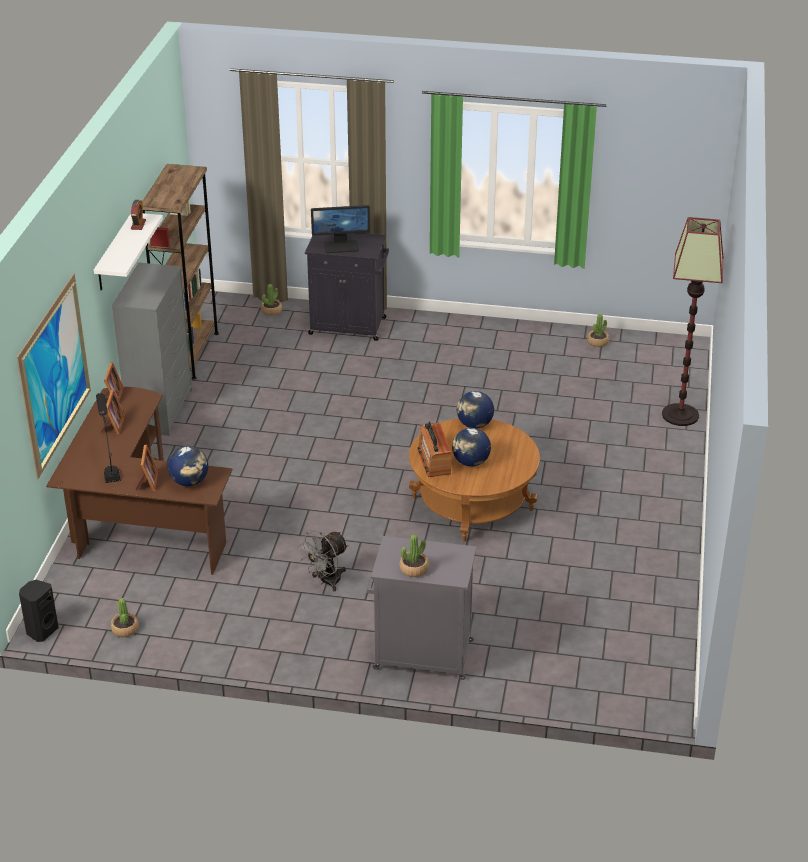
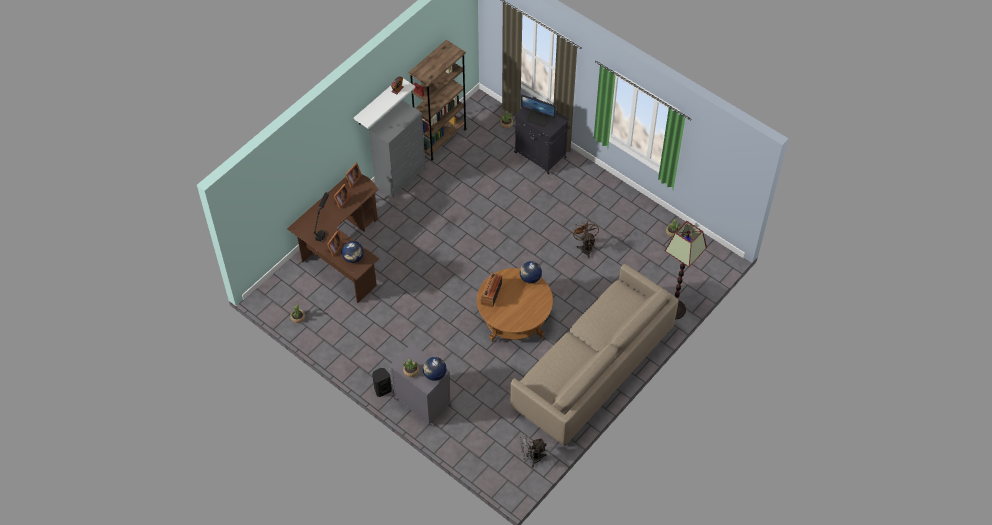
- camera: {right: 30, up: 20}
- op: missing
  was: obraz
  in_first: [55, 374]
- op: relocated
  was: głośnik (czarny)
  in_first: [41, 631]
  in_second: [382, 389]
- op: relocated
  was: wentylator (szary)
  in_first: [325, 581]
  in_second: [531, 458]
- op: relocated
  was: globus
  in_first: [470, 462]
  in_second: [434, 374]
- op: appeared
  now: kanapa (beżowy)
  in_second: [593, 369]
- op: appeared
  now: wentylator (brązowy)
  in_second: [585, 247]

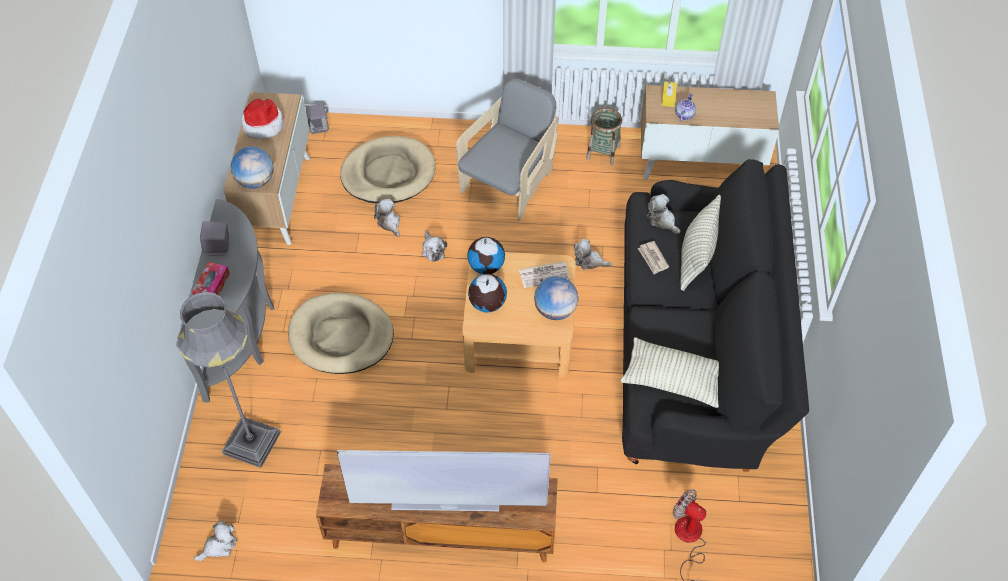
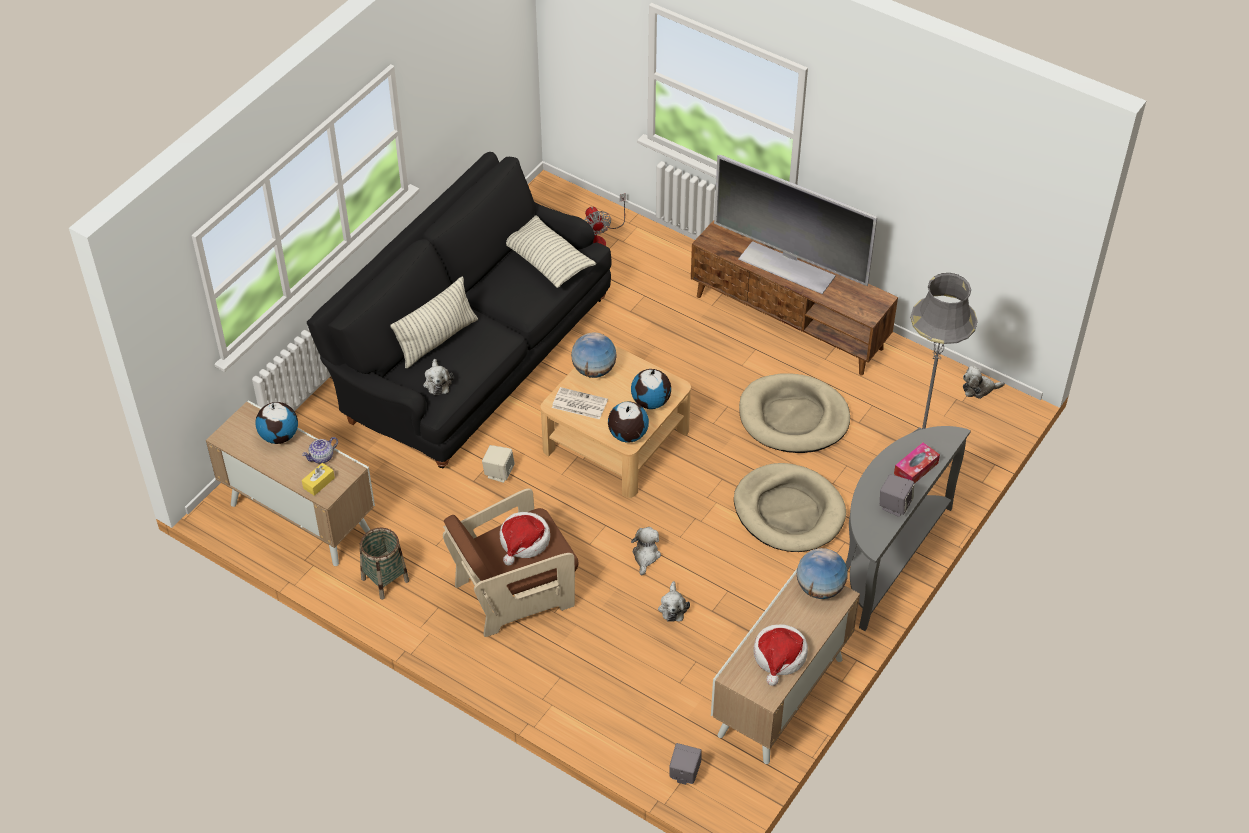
- camera: {right: -150, up: -5}
- op: relocated
  was: legowisko (beżowy)
  in_first: [388, 173]
  in_second: [793, 417]
- op: colour
  was: fotel (szary)
  now: fotel (brązowy)
  in_first: [508, 183]
  in_second: [514, 592]
- op: exchanged
  was: pluszak
  now: głośnik (beżowy)
  in_first: [589, 261]
  in_second: [499, 473]
- op: missing
  was: gazeta
  in_first: [653, 258]
- op: appeared
  now: globus
  in_second: [279, 435]
- op: appeared
  now: kapelusz
  in_second: [524, 542]

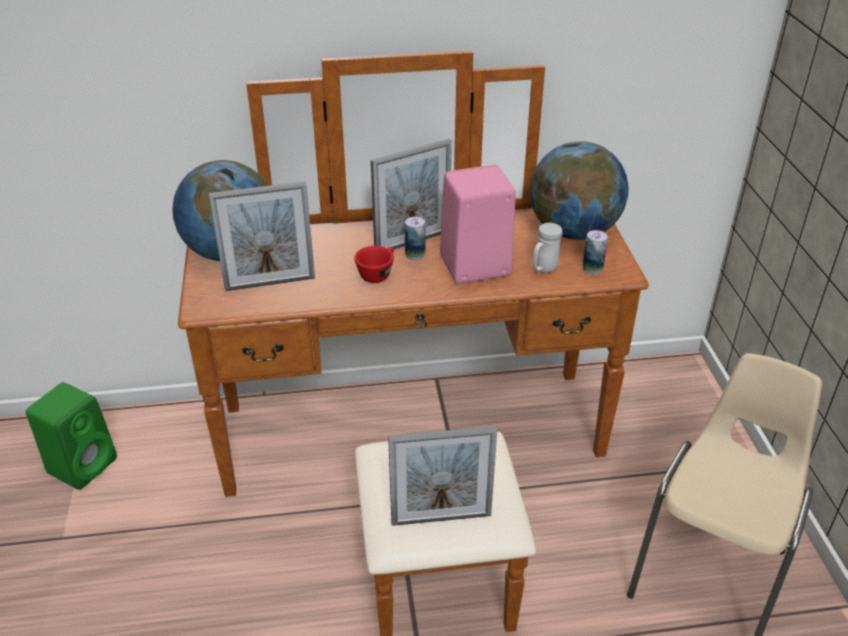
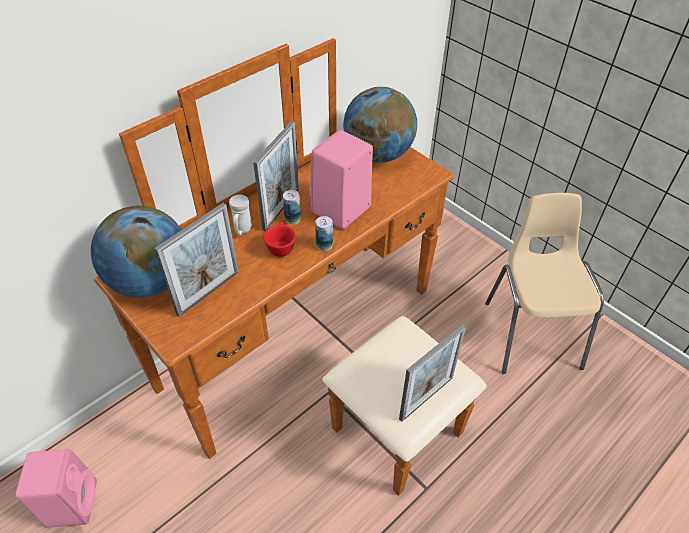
- camera: {right: -35, up: 10}
- op: colour
  was: głośnik (zielony)
  now: głośnik (różowy)
  in_first: [83, 464]
  in_second: [72, 501]
- op: relocated
  was: kubek (biały)
  in_first: [543, 270]
  in_second: [242, 231]
- op: relocated
  was: puszka
  in_first: [592, 269]
  in_second: [324, 245]

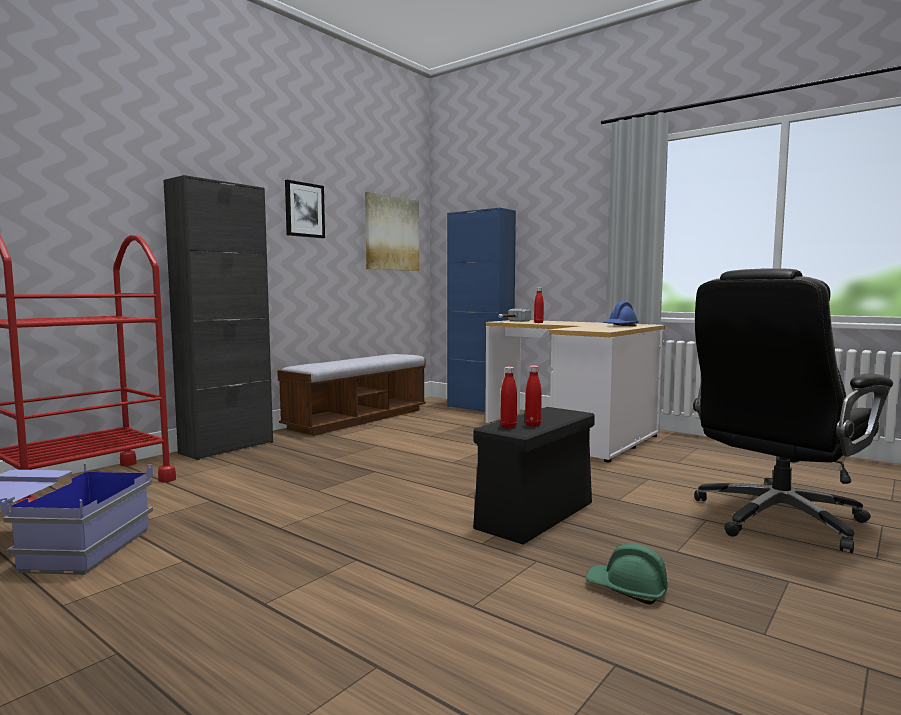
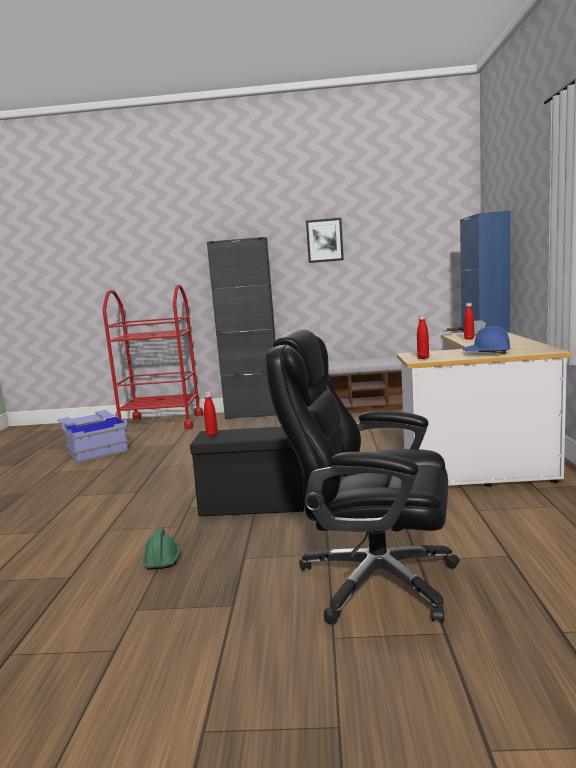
- camera: {right: 55, up: 5}
- op: missing
  was: obraz
  in_first: [391, 233]
- op: relocated
  was: butelka (czerwony)
  in_first: [533, 425]
  in_second: [423, 358]

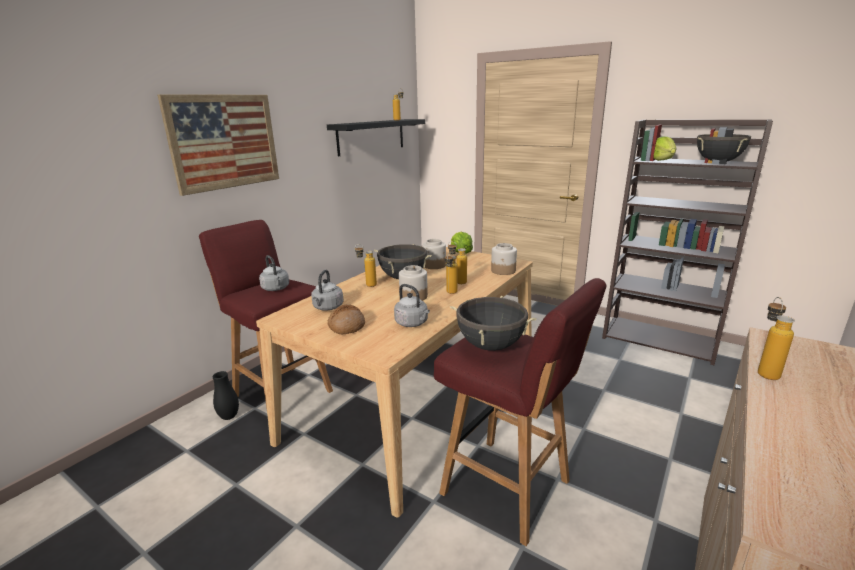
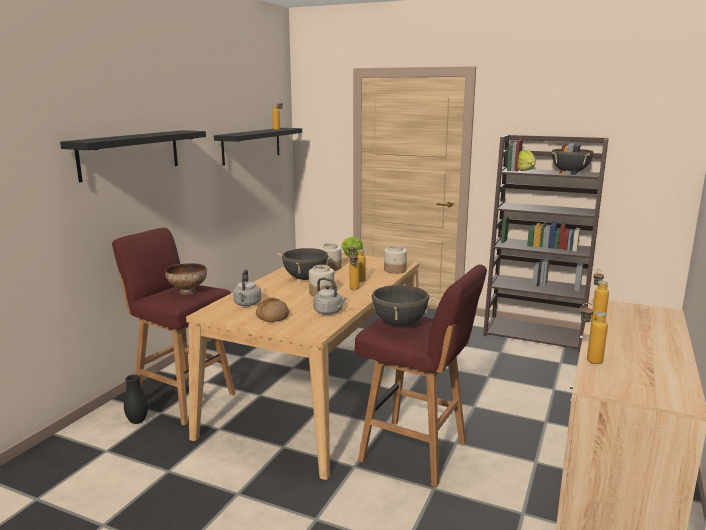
- camera: {right: -10, up: -5}
- op: exchanged
  was: obraz
  now: półka (czarny)
  in_first: [224, 142]
  in_second: [130, 154]
- op: exchanged
  was: czajnik (szary)
  now: miska
  in_first: [276, 289]
  in_second: [188, 291]
- op: relocated
  was: butelka
  in_first: [367, 285]
  in_second: [588, 361]

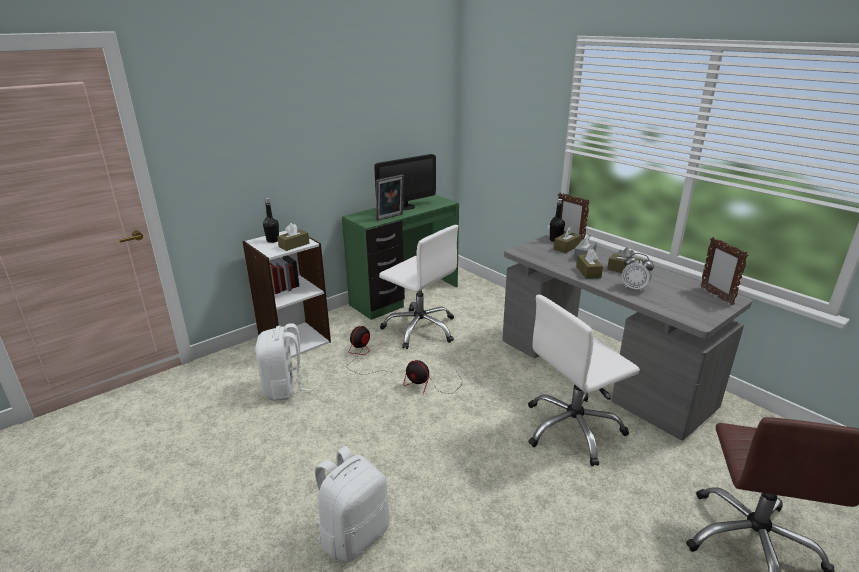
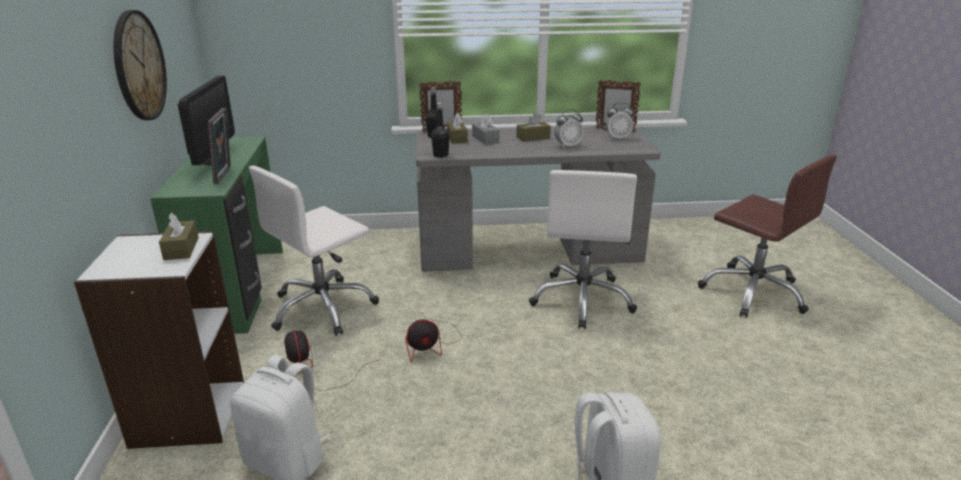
- camera: {right: -55, up: 0}
- op: relocated
  was: butelka (czarny)
  in_first: [273, 240]
  in_second: [440, 155]
- op: spun
  was: krzesło biurowe (biały)
  in_first: [420, 329]
  in_second: [323, 308]
  clockwise: 150
- op: missing
  was: pudełko chusteczek (brązowy)
  in_first: [588, 272]
- op: appeared
  now: zegar ścienny
  in_second: [139, 66]
- op: appeared
  now: budzik
  in_second: [618, 138]

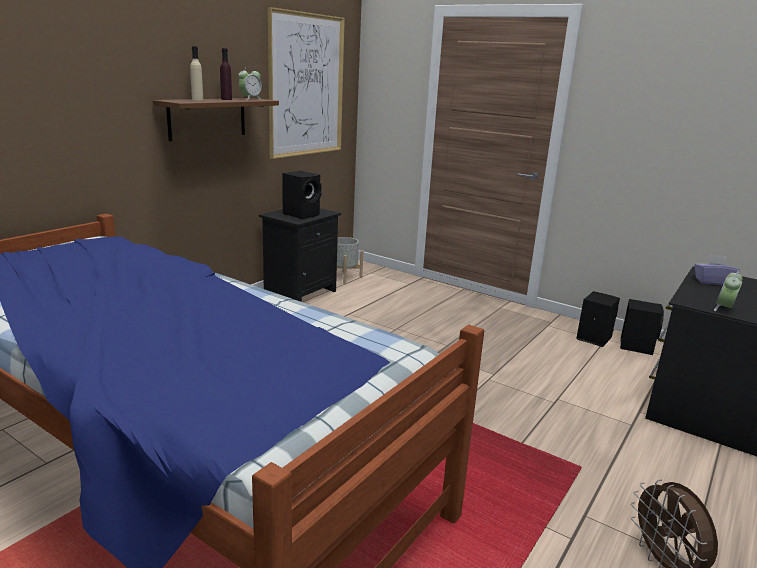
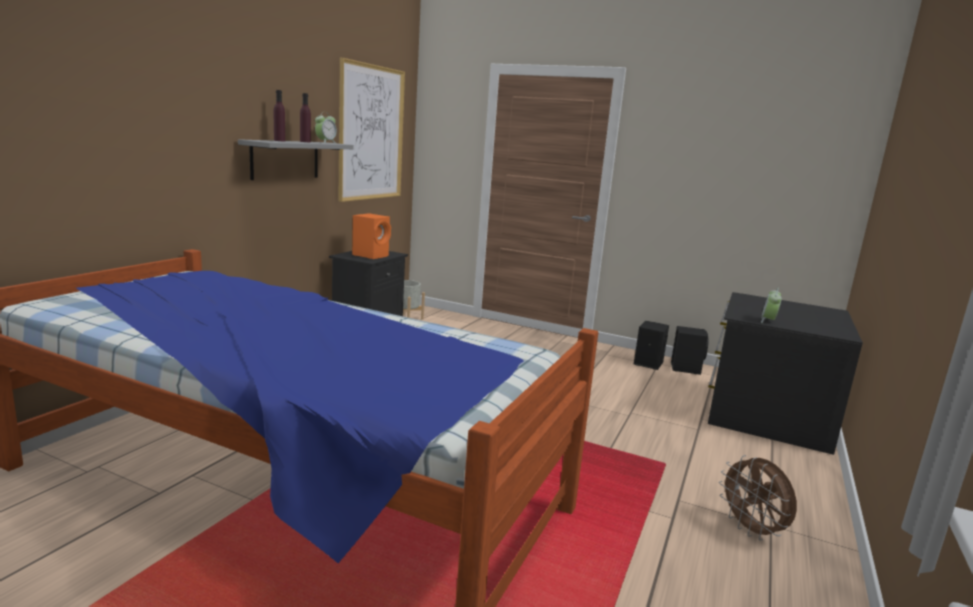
- camera: {right: -10, up: -5}
- op: colour
  was: półka (brązowy)
  now: półka (szary)
  in_first: [207, 118]
  in_second: [285, 159]
- op: colour
  was: butelka (beżowy)
  now: butelka (fioletowy)
  in_first: [197, 99]
  in_second: [279, 141]
- op: colour
  was: głośnik (czarny)
  now: głośnik (pomarańczowy)
  in_first: [302, 214]
  in_second: [371, 255]
- op: missing
  was: pudełko chusteczek (fioletowy)
  in_first: [712, 282]

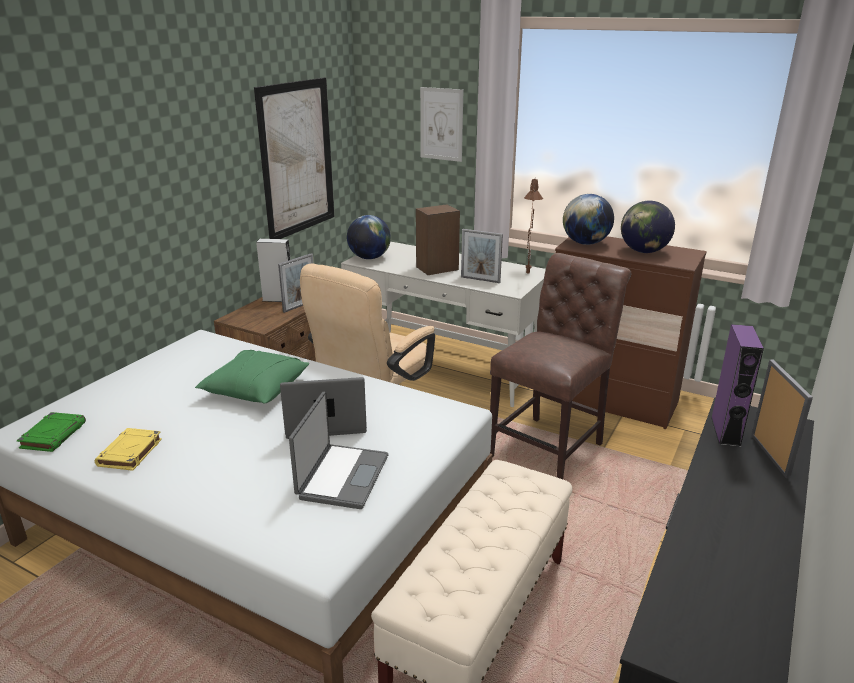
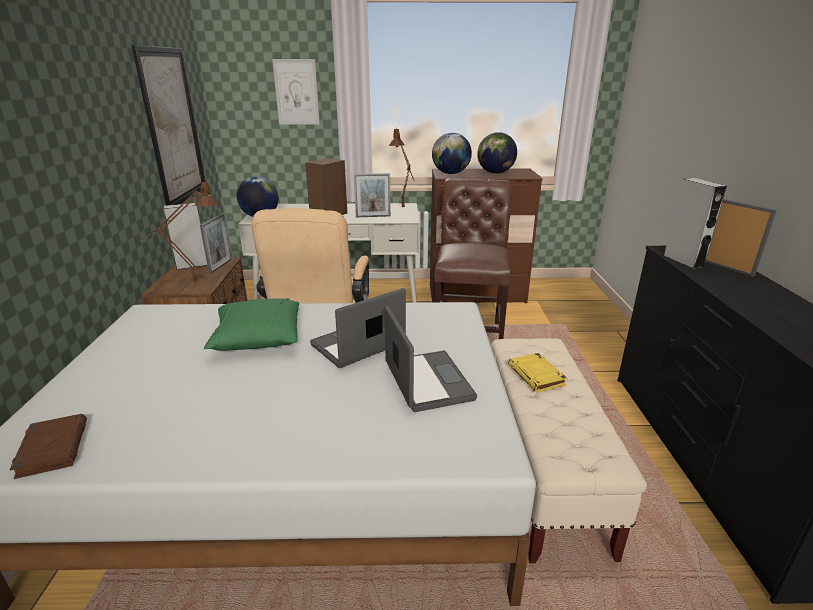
- camera: {right: -30, up: 0}
- op: colour
  was: książka (zielony)
  now: książka (brązowy)
  in_first: [53, 435]
  in_second: [53, 448]
- op: relocated
  was: książka (żółty)
  in_first: [130, 453]
  in_second: [536, 376]
- op: colour
  was: głośnik (fioletowy)
  now: głośnik (szary)
  in_first: [725, 431]
  in_second: [683, 261]
- op: appeared
  now: lampa stołowa (brązowy)
  in_second: [189, 282]

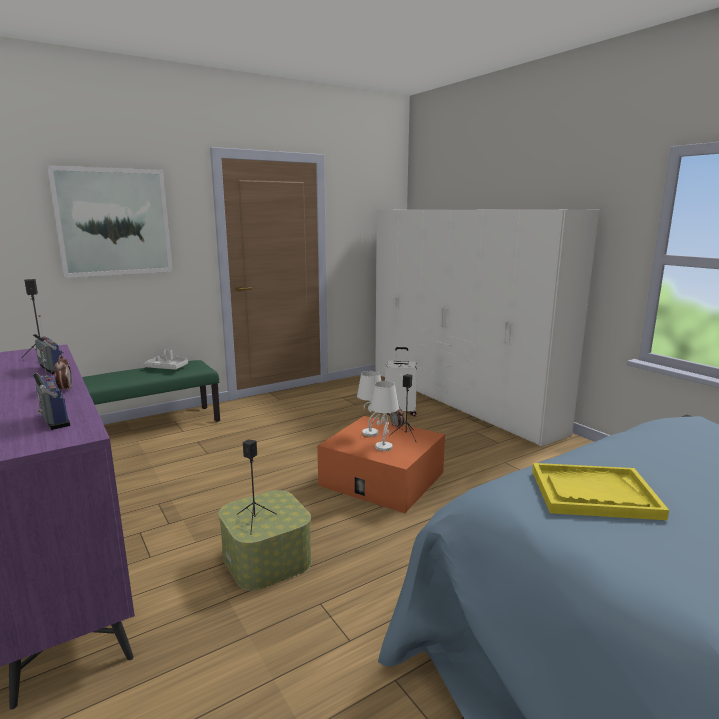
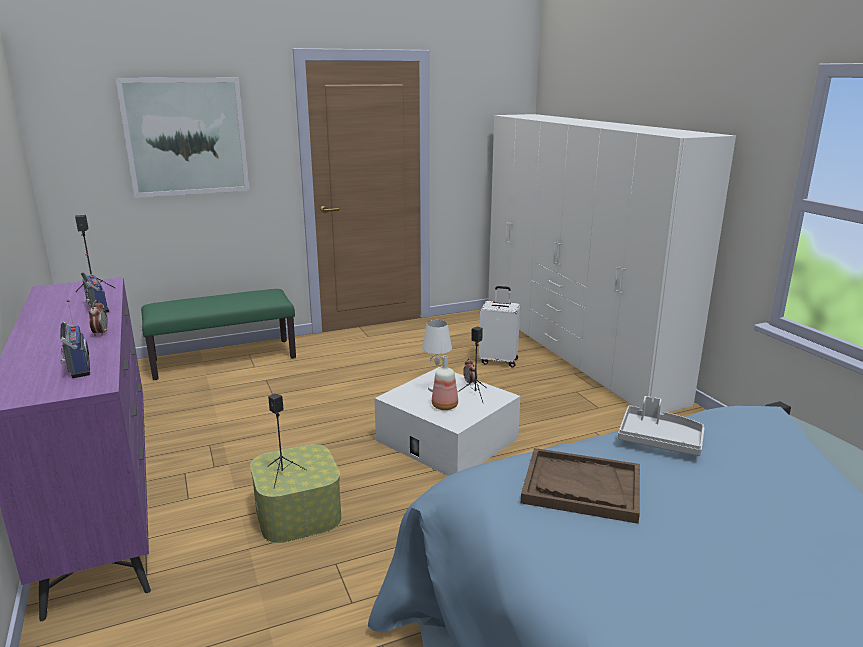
- camera: {right: 10, up: 5}
- op: relocated
  was: taca (szary)
  in_first: [168, 368]
  in_second: [659, 440]
- op: colour
  was: pojemnik do przechowywania (pomarańczowy)
  now: pojemnik do przechowywania (biały)
  in_first: [382, 479]
  in_second: [447, 439]
- op: exchanged
  was: lampa stołowa (biały)
  now: butelka
  in_first: [383, 447]
  in_second: [444, 406]
- op: colour
  was: taca (żółty)
  now: taca (brązowy)
  in_first: [593, 494]
  in_second: [581, 487]

